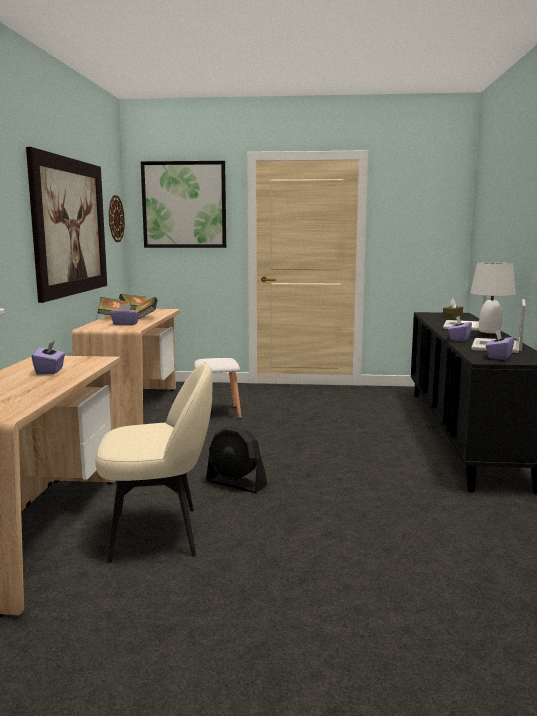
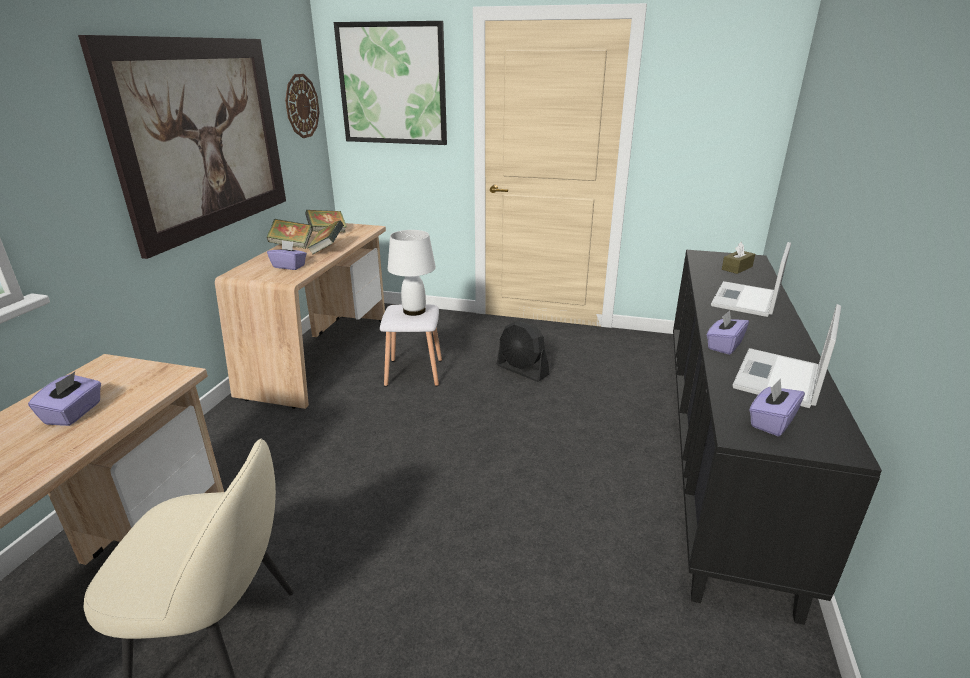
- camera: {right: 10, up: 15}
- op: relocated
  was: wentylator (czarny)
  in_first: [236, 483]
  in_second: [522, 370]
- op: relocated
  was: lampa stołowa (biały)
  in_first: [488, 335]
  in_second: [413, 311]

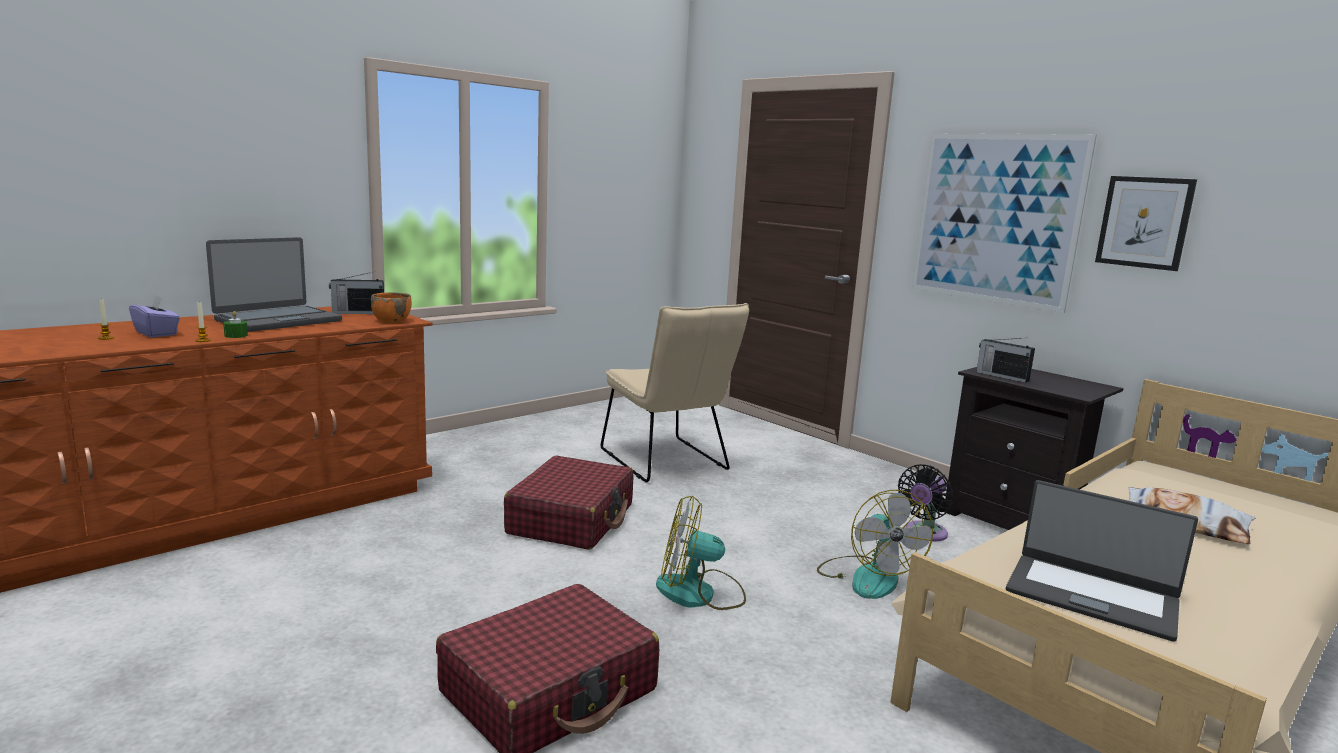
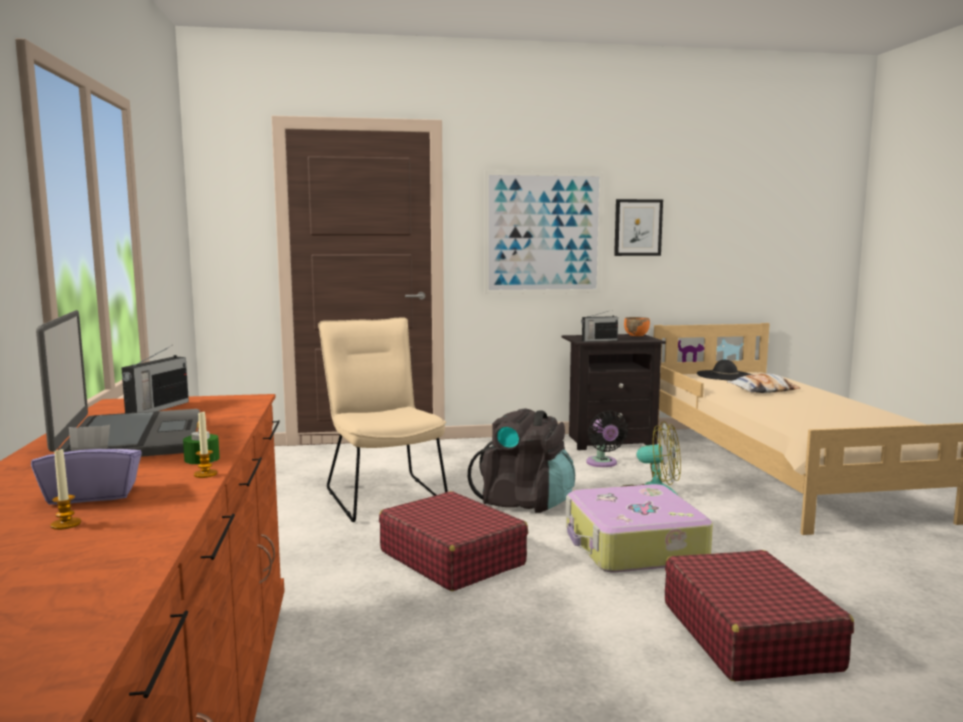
- camera: {right: -55, up: -5}
- op: relocated
  was: miska (pomarańczowy)
  in_first: [392, 321]
  in_second: [636, 335]
- op: spun
  was: krzesło (beżowy)
  in_first: [667, 463]
  in_second: [383, 494]
  clockwise: -120
- op: exchanged
  was: wentylator
  now: walizka
  in_first: [699, 593]
  in_second: [633, 546]
- op: missing
  was: laptop
  in_first: [1091, 595]
- op: appeared
  now: plecak (czarny)
  in_second: [524, 502]
- op: appeared
  now: kapelusz (czarny)
  in_second: [725, 375]

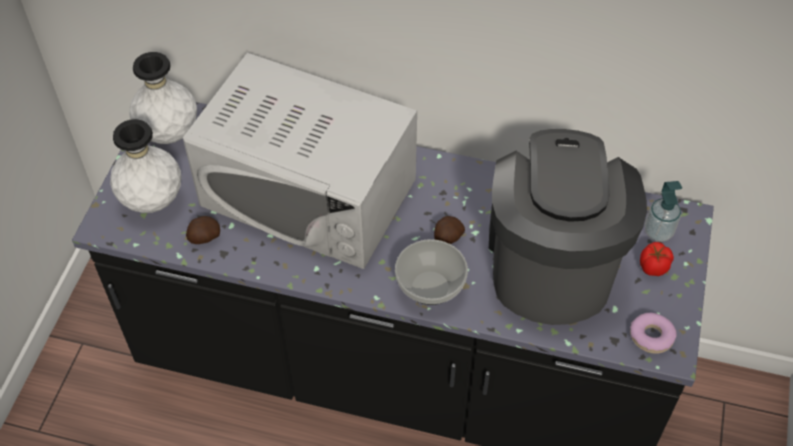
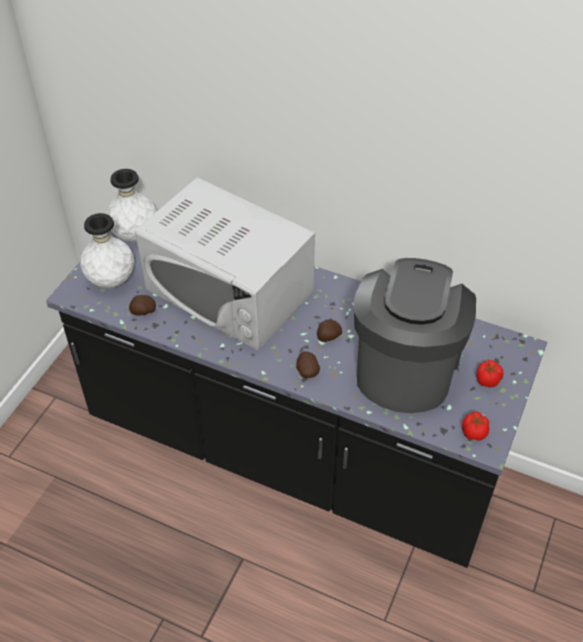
- camera: {right: 10, up: -5}
- op: exchanged
  was: miska
  now: ziemniak
  in_first: [430, 287]
  in_second: [307, 370]
- op: exchanged
  was: donut
  now: pomidor
  in_first: [651, 336]
  in_second: [474, 432]
- op: missing
  was: dozownik mydła
  in_first: [658, 232]

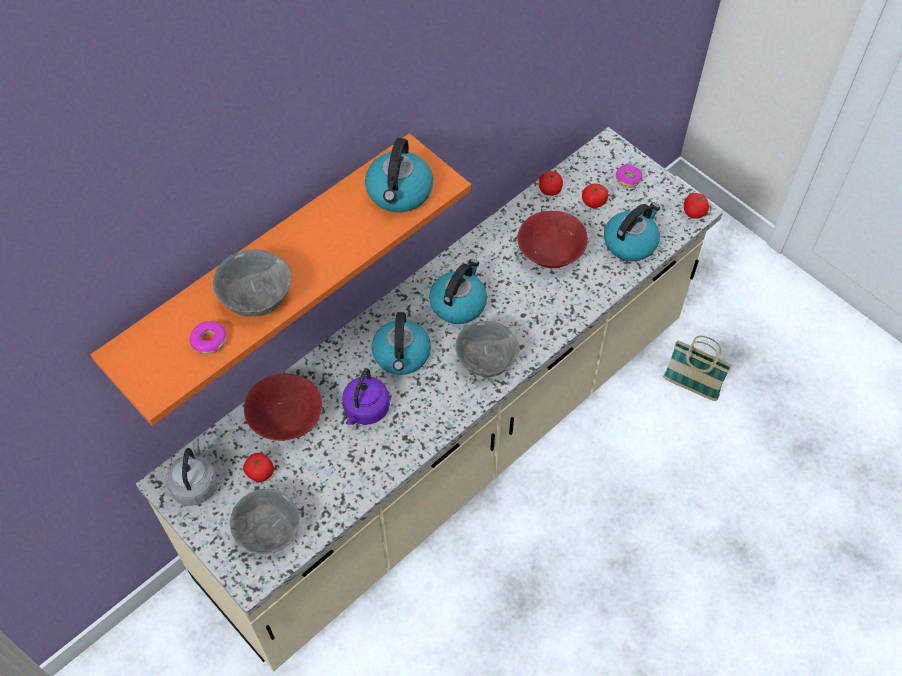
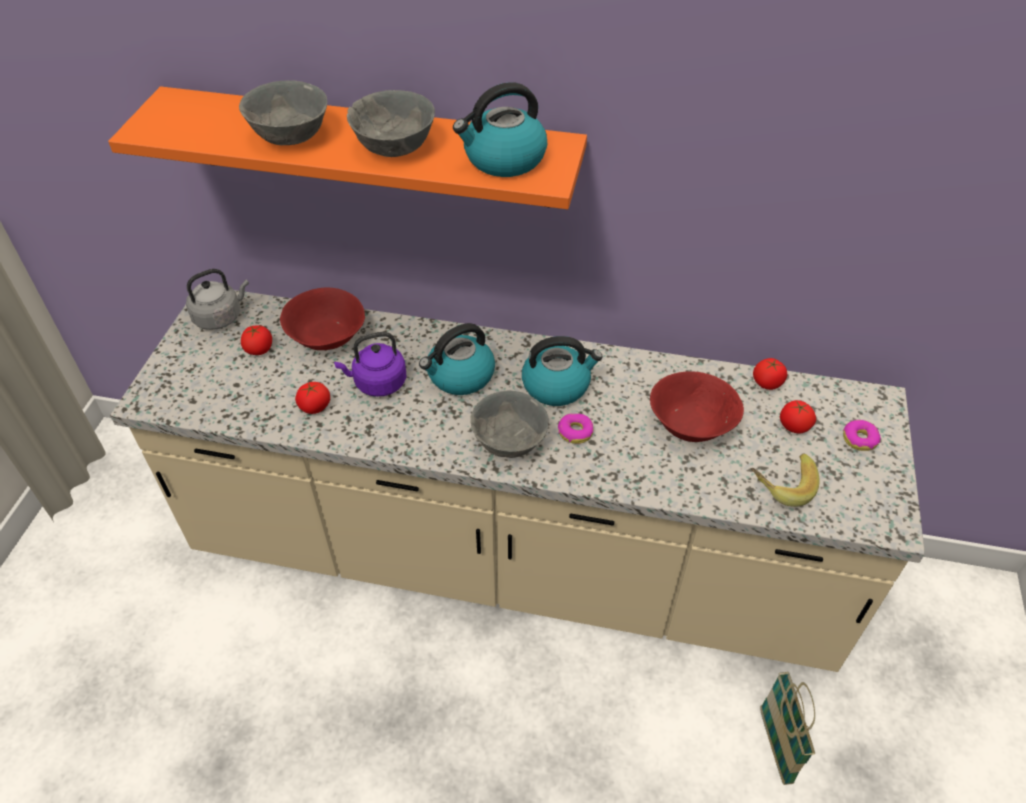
- camera: {right: 55, up: -10}
- op: relocated
  was: donut
  in_first: [209, 341]
  in_second: [575, 432]
- op: relocated
  was: miska (szary)
  in_first: [269, 532]
  in_second: [395, 148]
- op: exchanged
  was: czajnik
  now: banan
  in_first: [630, 242]
  in_second: [779, 485]
- op: relocated
  was: pomidor
  in_first: [693, 212]
  in_second: [315, 406]

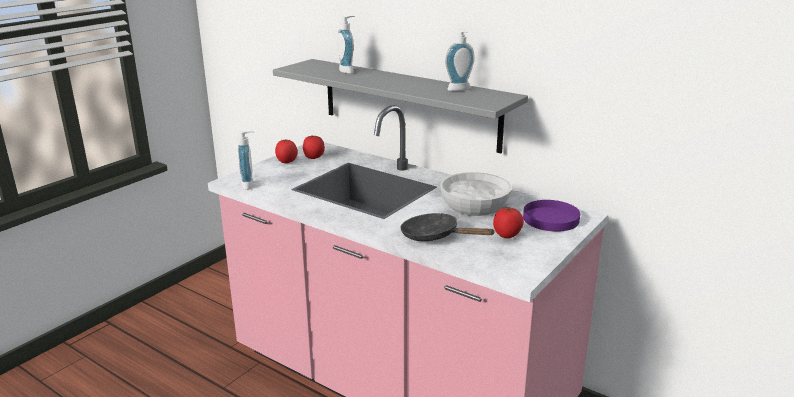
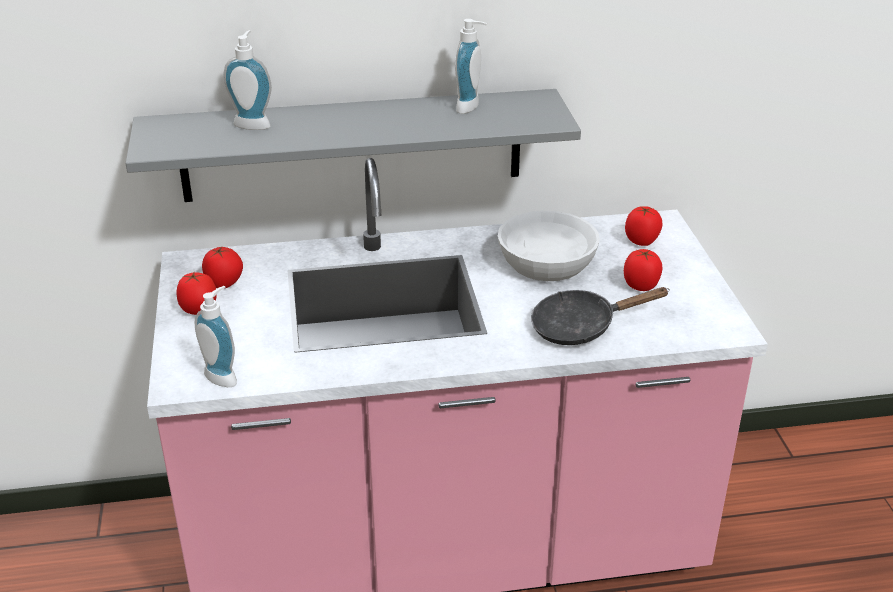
- camera: {right: -45, up: 10}
- op: exchanged
  was: talerz (fioletowy)
  now: pomidor
  in_first: [551, 218]
  in_second: [642, 241]

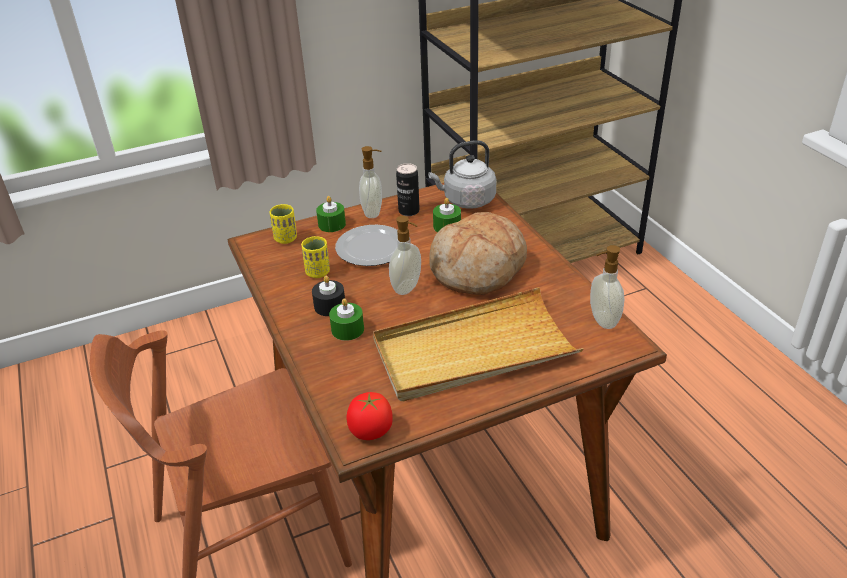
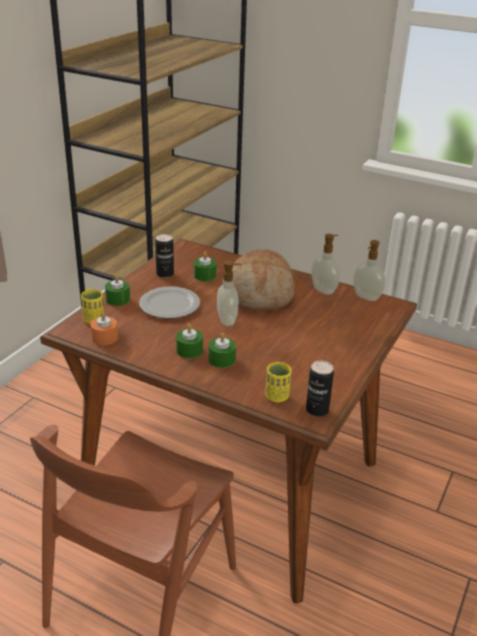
- camera: {right: -40, up: -5}
- op: relocated
  was: filiżanka (żółty)
  in_first: [318, 272]
  in_second: [277, 396]
- op: colour
  was: świeca (czarny)
  now: świeca (zielony)
  in_first: [330, 306]
  in_second: [189, 350]
- op: exchanged
  was: pomidor
  now: puszka
  in_first: [370, 431]
  in_second: [317, 410]
- op: relocated
  was: dozownik mydła
  in_first: [373, 212]
  in_second: [324, 290]
- op: missing
  was: taca (beżowy)
  in_first: [473, 350]
- op: missing
  was: czajnik (szary)
  in_first: [466, 200]
- op: appeared
  now: świeca (pomarańczowy)
  in_second: [105, 337]

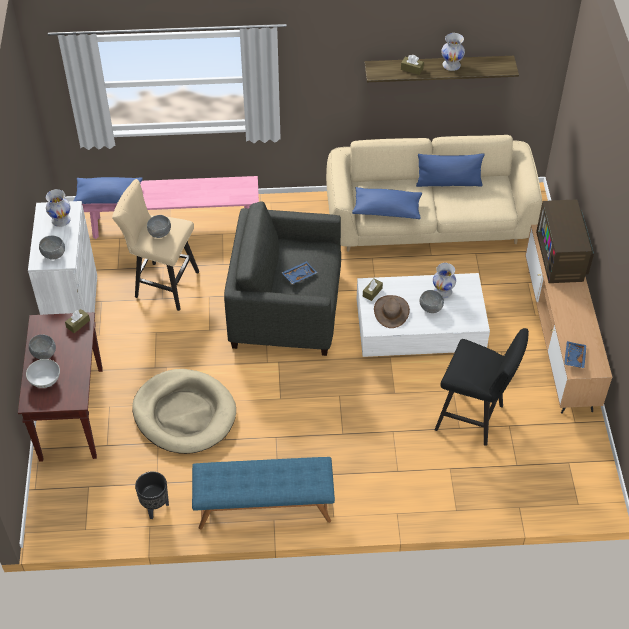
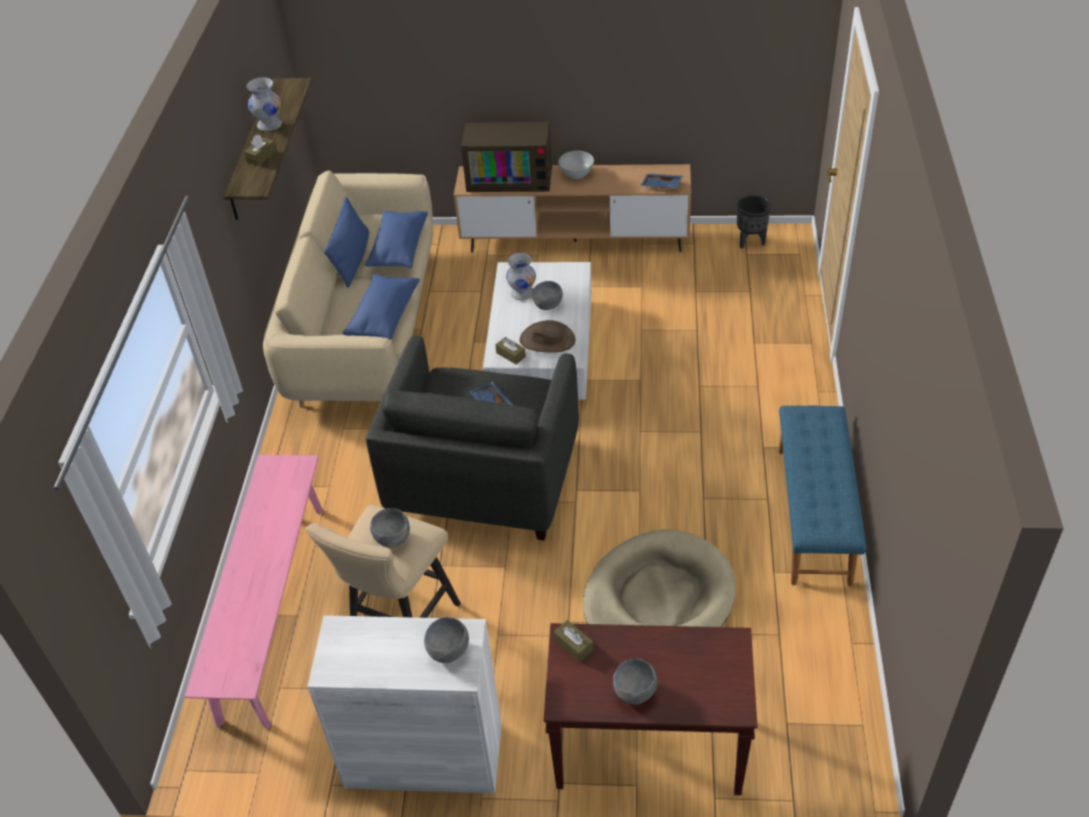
- camera: {right: -80, up: -5}
- op: relocated
  was: miska (biały)
  in_first: [45, 380]
  in_second: [576, 174]
- op: missing
  was: wazon (biały)
  in_first: [60, 220]
- op: relocated
  was: poduszka (niebieski)
  in_first: [109, 197]
  in_second: [398, 249]
- op: relocated
  was: donica (czarny)
  in_first: [155, 507]
  in_second: [750, 242]
- op: missing
  was: stołek (czarny)
  in_first: [474, 418]

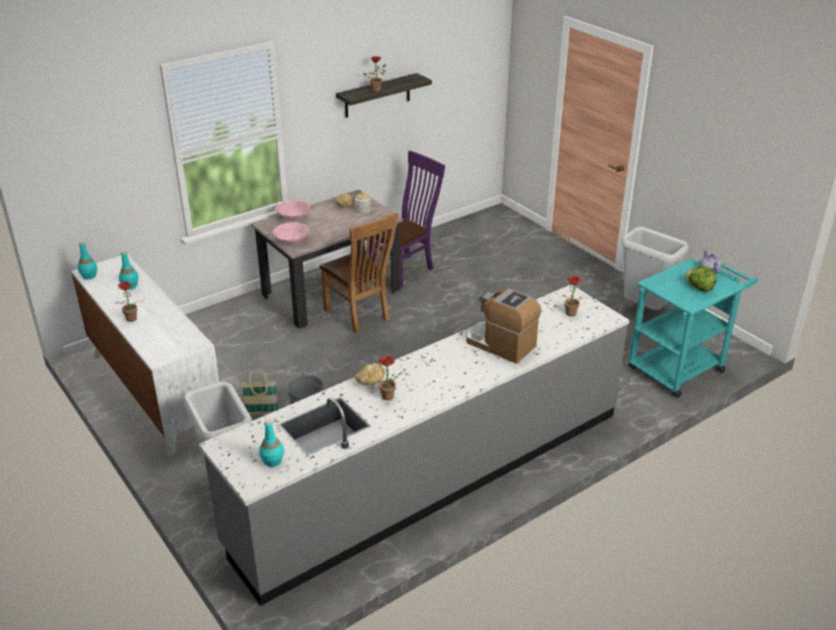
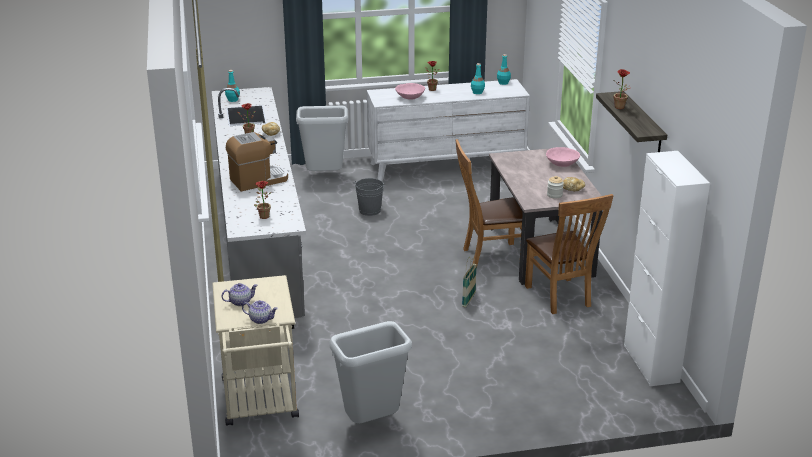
- camera: {right: 115, up: -5}
- op: relocated
  was: koszyk
  in_first: [262, 412]
  in_second: [468, 300]
- op: relocated
  was: miska (różowy)
  in_first: [291, 241]
  in_second: [410, 97]
- op: colour
  was: krzesło (fioletowy)
  now: krzesło (brązowy)
  in_first: [405, 269]
  in_second: [560, 298]
- op: colour
  was: wózek (turkusowy)
  now: wózek (beżowy)
  in_first: [681, 366]
  in_second: [260, 403]
- op: exchanged
  was: sałata
  now: imbryk
  in_first: [699, 288]
  in_second: [240, 302]
- op: appeared
  now: szafka (biały)
  in_second: [651, 364]

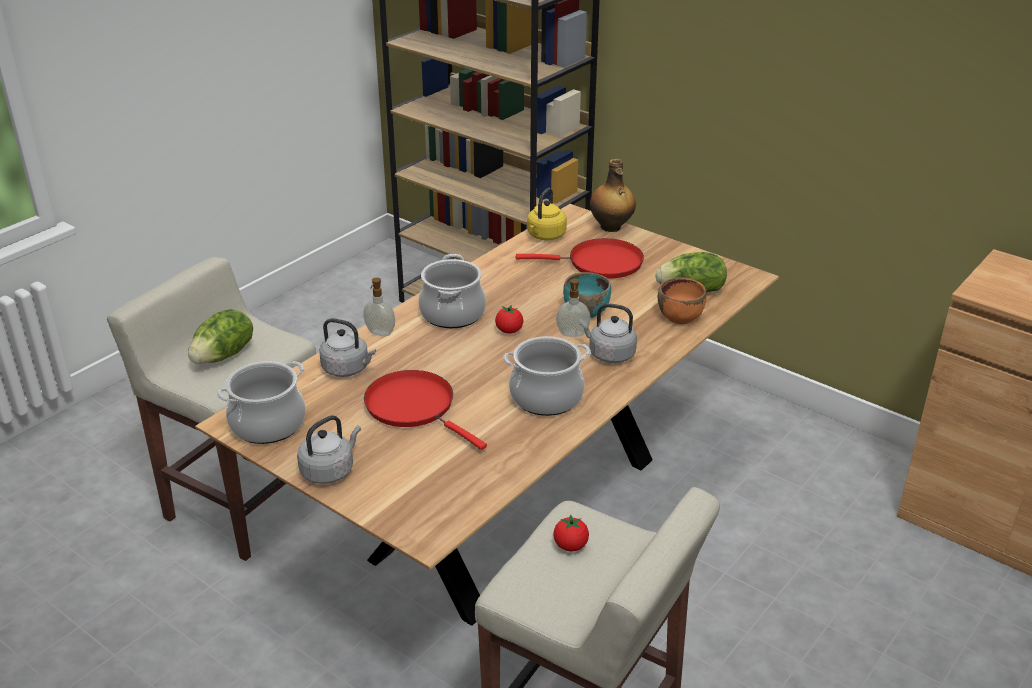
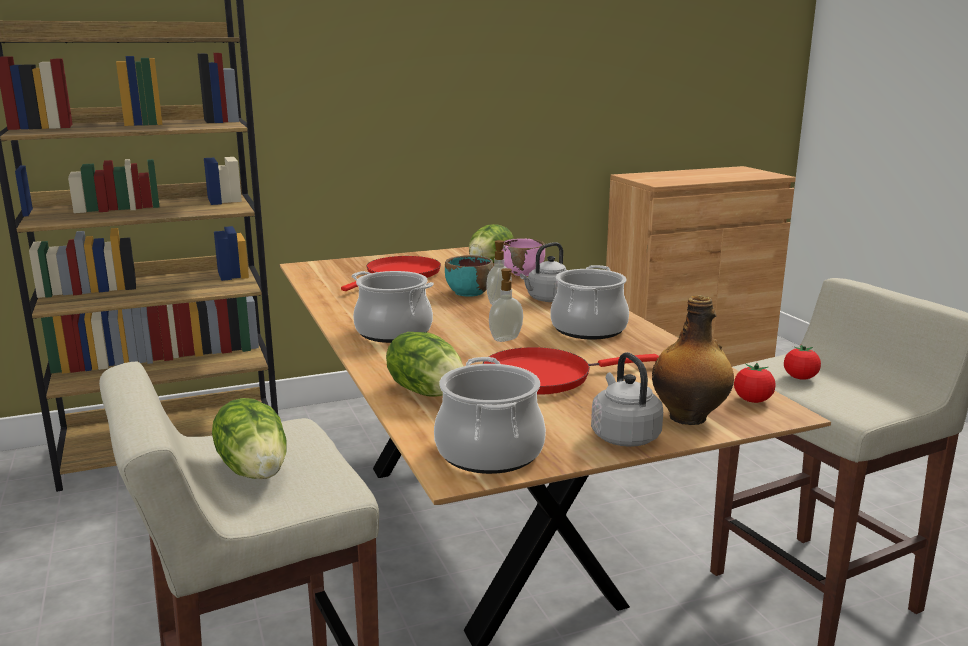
- camera: {right: -60, up: -15}
- op: exchanged
  was: czajnik (szary)
  now: sałata
  in_first: [348, 369]
  in_second: [428, 391]
- op: relocated
  was: dozownik mydła
  in_first: [380, 333]
  in_second: [506, 339]
- op: relocated
  was: pomidor
  in_first: [509, 331]
  in_second: [752, 400]
- op: missing
  was: czajnik (żółty)
  in_first: [545, 236]
- op: relocated
  was: butelka
  in_first: [611, 227]
  in_second: [689, 417]
- op: colour
  was: miska (pomarańczowy)
  now: miska (różowy)
  in_first: [680, 317]
  in_second: [522, 272]

